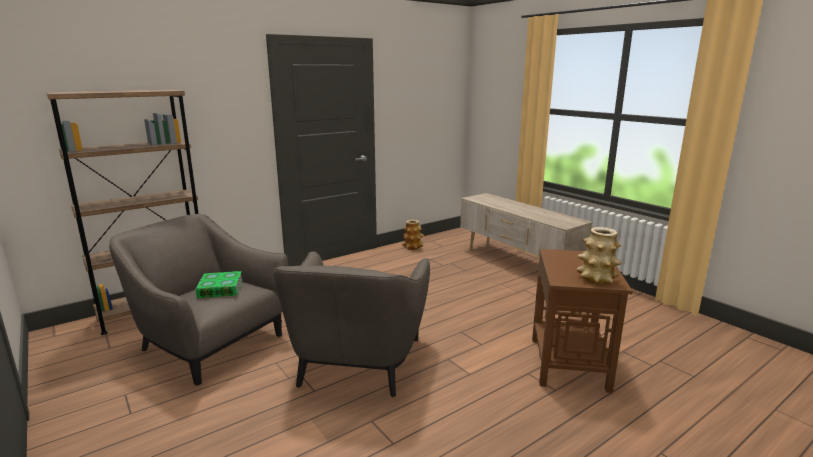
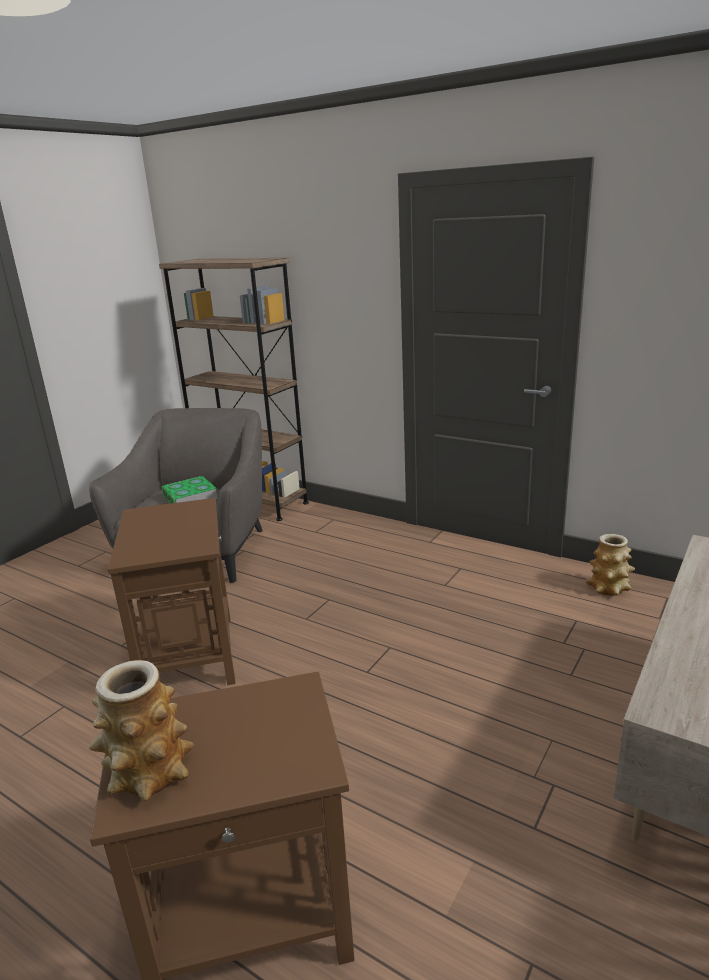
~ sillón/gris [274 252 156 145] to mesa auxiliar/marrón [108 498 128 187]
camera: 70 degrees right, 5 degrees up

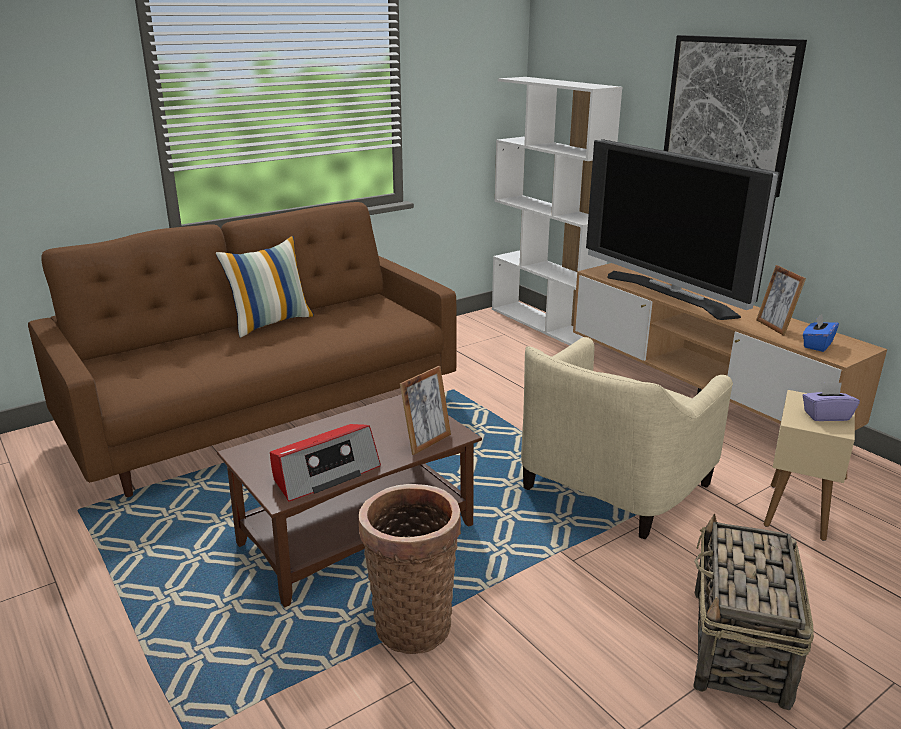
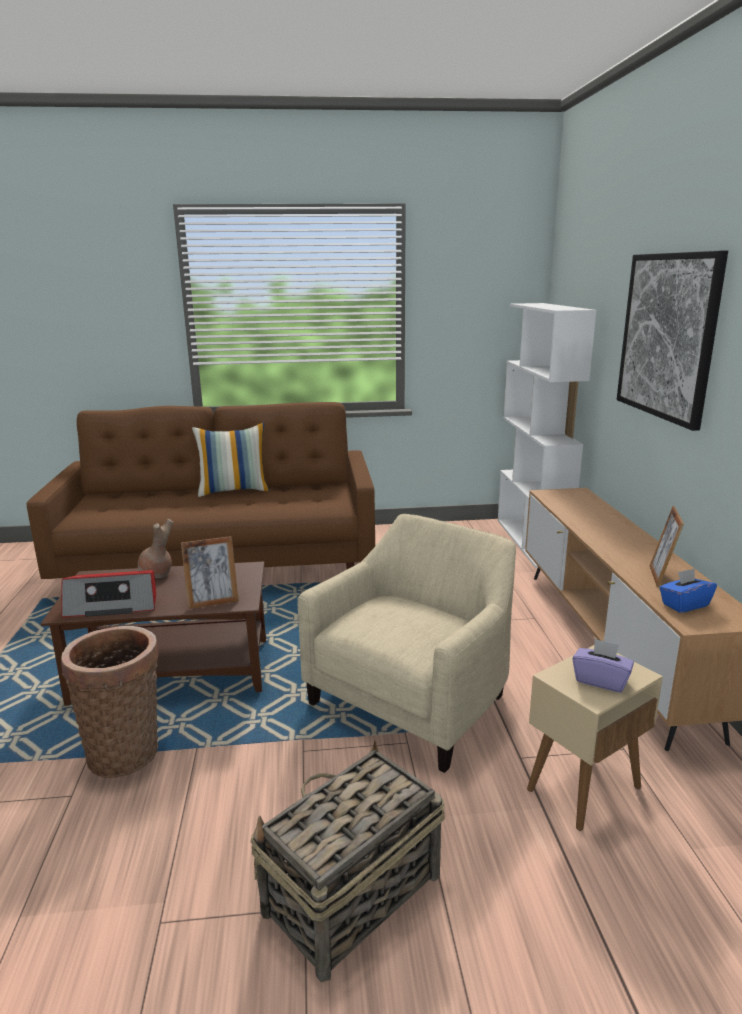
~ sillón/beis [521 337 212 202] = [297 514 219 259] 150 degrees clockwise
- televisor [586 139 194 181]
+ florero/marrón [138 519 35 59]
camera: 30 degrees right, 5 degrees down

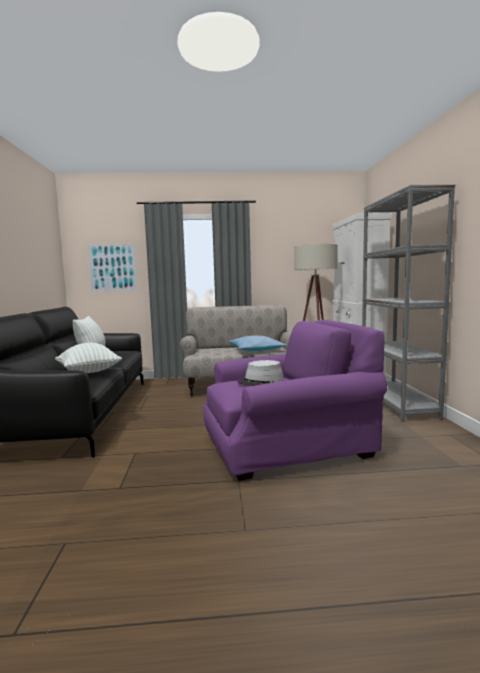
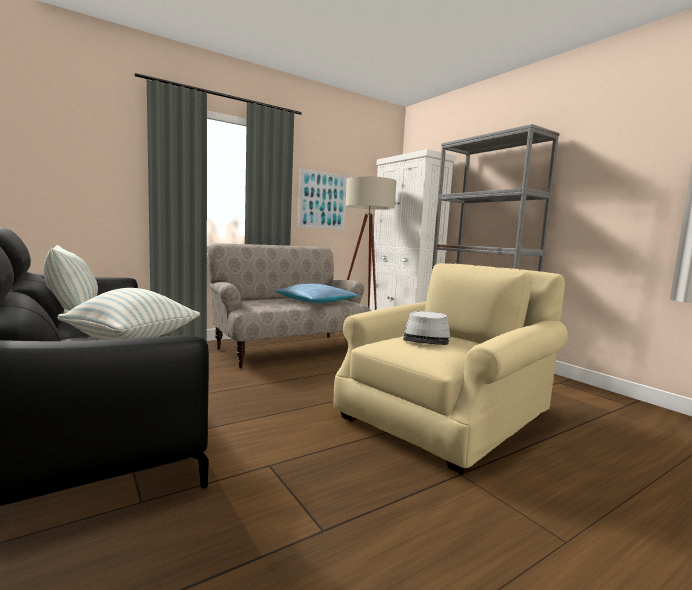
~ cuadro [87 243 51 49] to [298 169 50 61]
~ sillón/morado [203 320 184 161] to sillón/beis [334 263 234 212]
camera: 30 degrees left, 0 degrees up

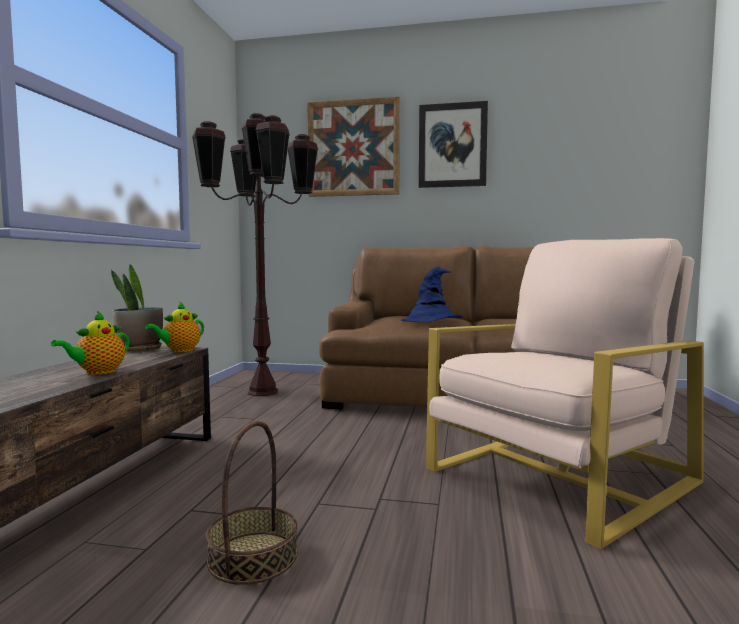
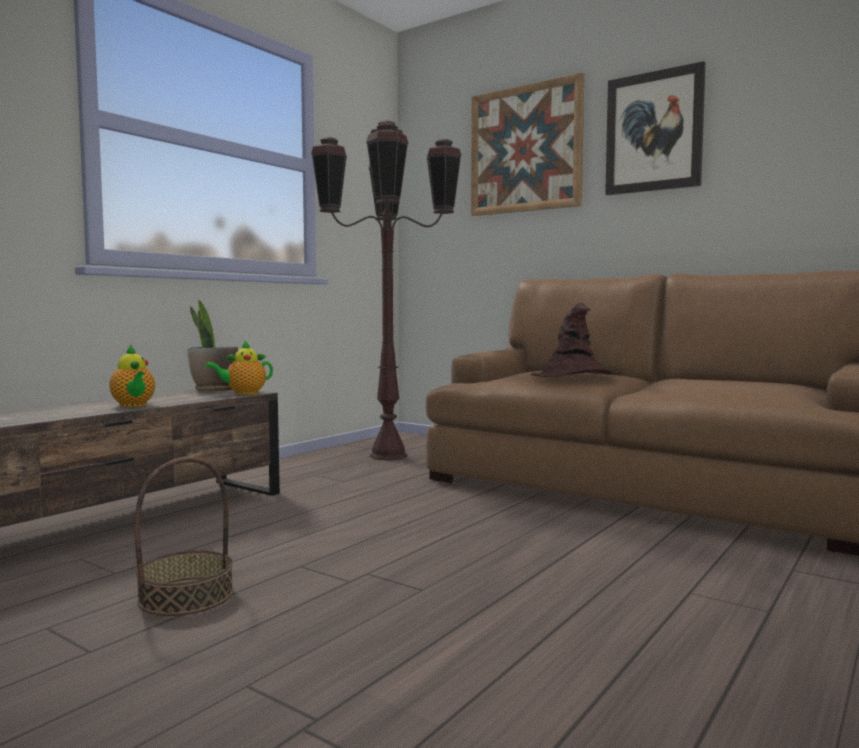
~ tetera [51 311 78 64] = [109 345 46 62] 90 degrees counterclockwise
~ sombrero/azul [401 266 62 56] to sombrero/marrón [530 303 87 74]
- sillón/beis [426 238 278 311]
camera: 25 degrees right, 0 degrees up

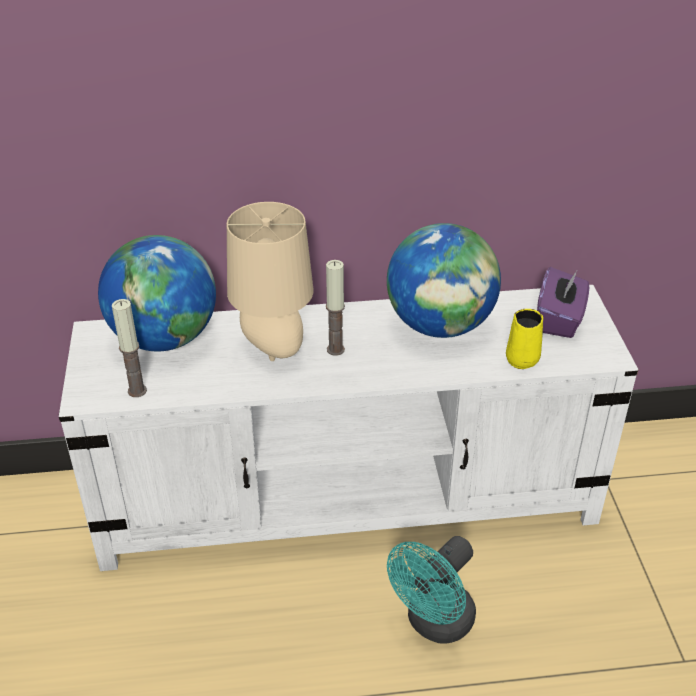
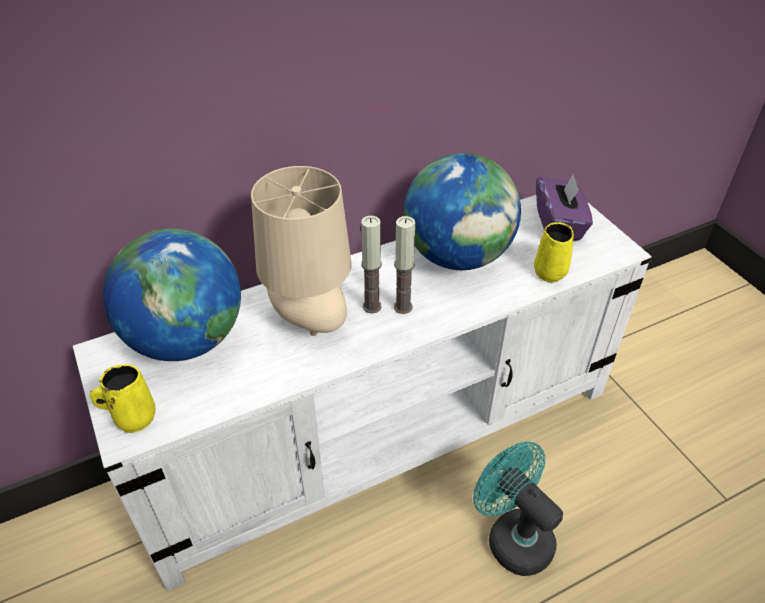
~ vela [112 299 35 98] to [394 216 21 98]
~ ventilador/turquesa [387 536 89 108] = [473 441 90 135] 120 degrees clockwise
+ taza grande/amarillo [90 364 65 69]
camera: 20 degrees left, 5 degrees up

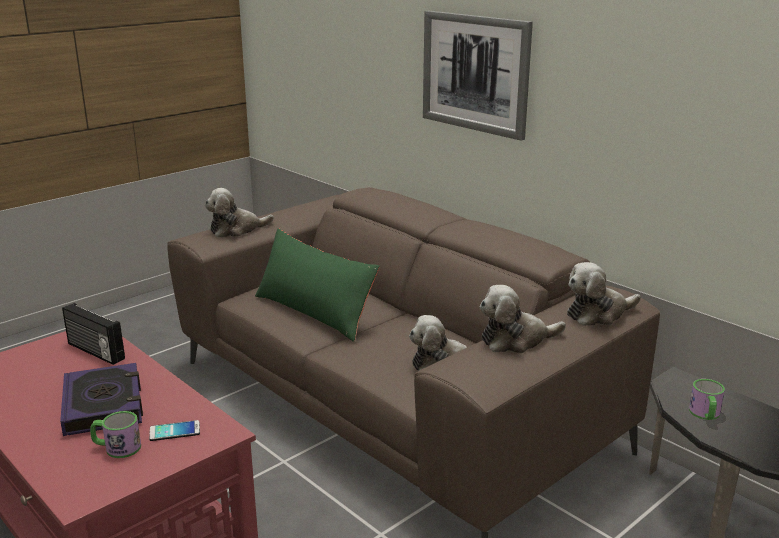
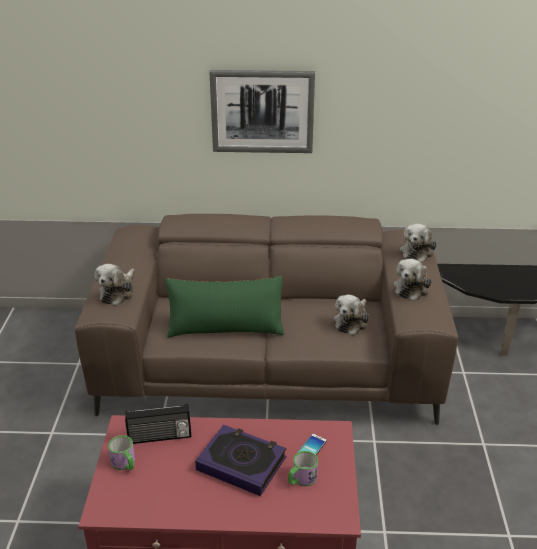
~ taza grande [689 379 36 41] to [108 435 27 35]
camera: 45 degrees left, 10 degrees up

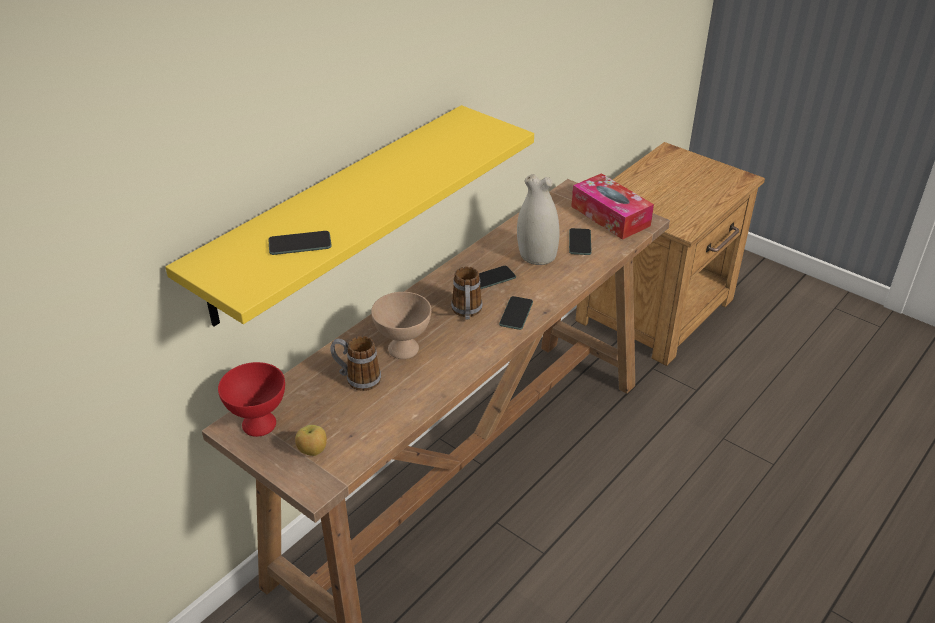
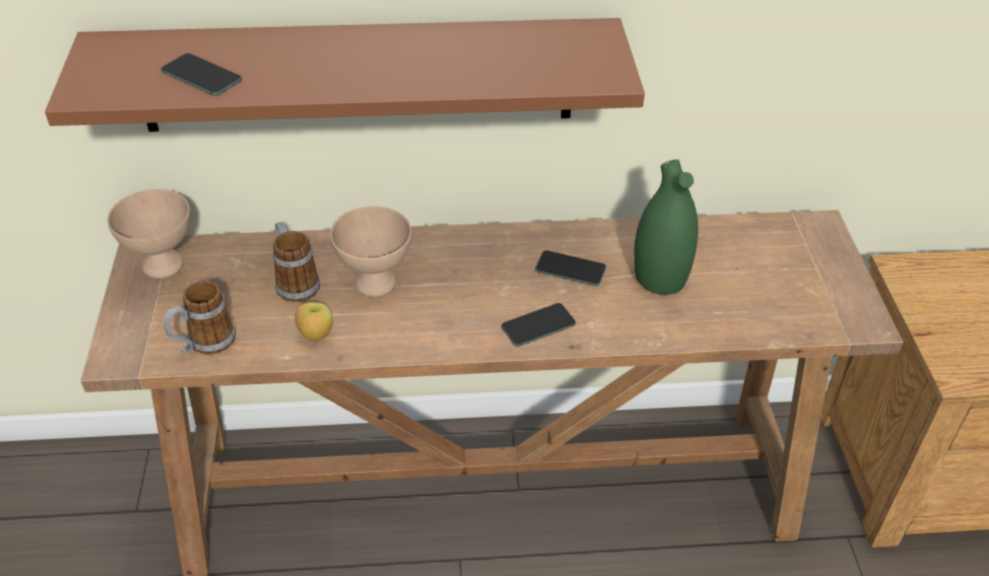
~ estante/amarillo [165 105 369 221] to estante/marrón [45 18 600 114]
~ cuenco/rojo [218 362 67 75] to cuenco/beis [107 189 83 90]
~ manzana [295 425 32 31] to [295 302 38 39]
~ taza grande [451 266 32 53] to [163 280 73 74]
~ florero/blanco [517 174 42 91] to florero/verde [634 160 64 135]
- móvil [569 228 22 27]
- caja de pañuelos [571 173 83 67]
camera: 45 degrees right, 5 degrees up

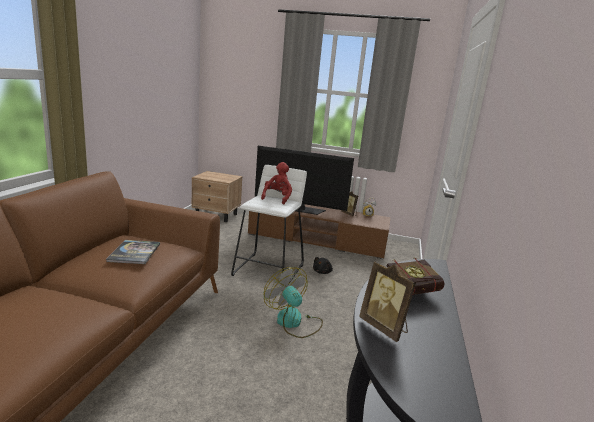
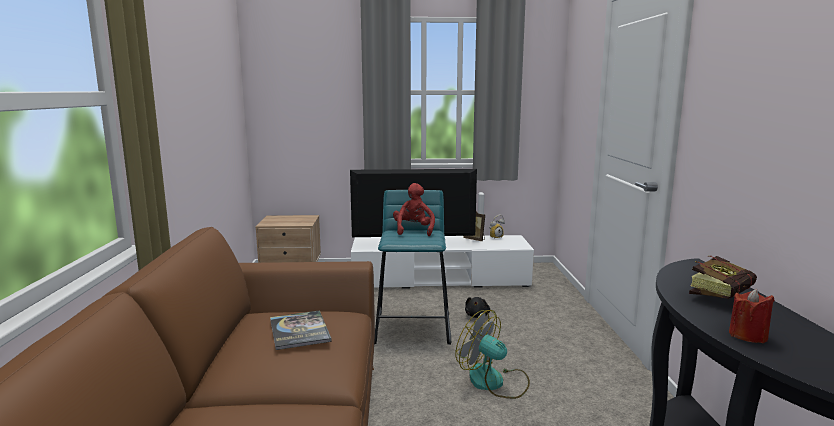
~ taburete/blanco [231 165 76 118] to taburete/turquesa [374 190 77 155]
~ mueble de televisión/marrón [248 204 143 55] to mueble de televisión/blanco [351 235 183 54]
~ portarretratos [359 261 57 81] to vela/rojo [729 289 46 54]
camera: 15 degrees left, 5 degrees down

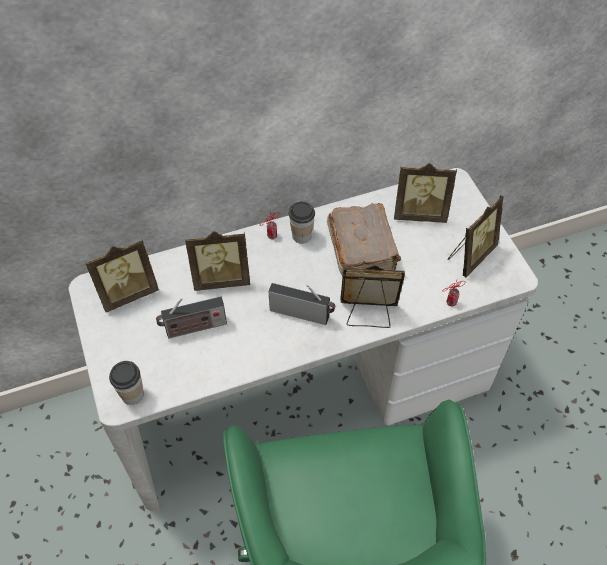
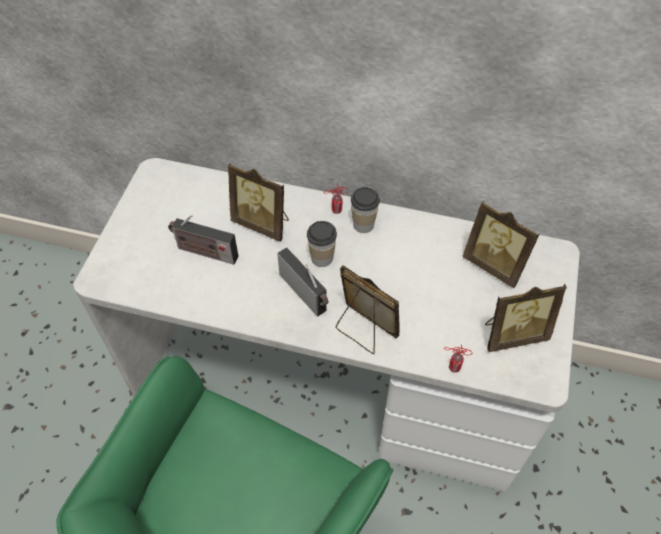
- portarretratos [85 240 74 72]
~ taza [109 361 35 44] to [307 221 30 46]
- libro/marrón [327 203 74 73]
camera: 35 degrees right, 0 degrees up

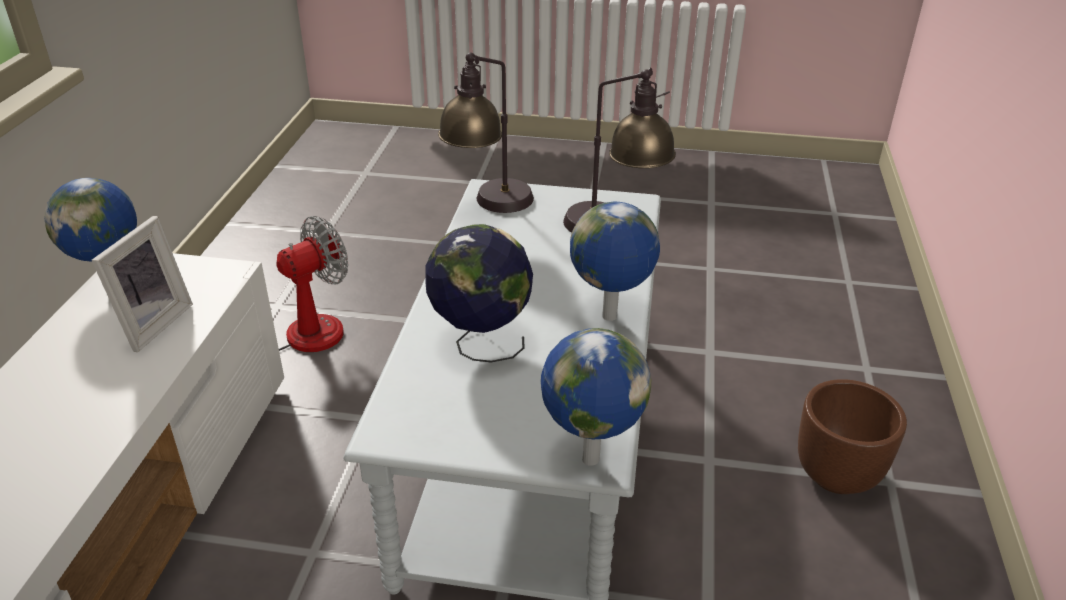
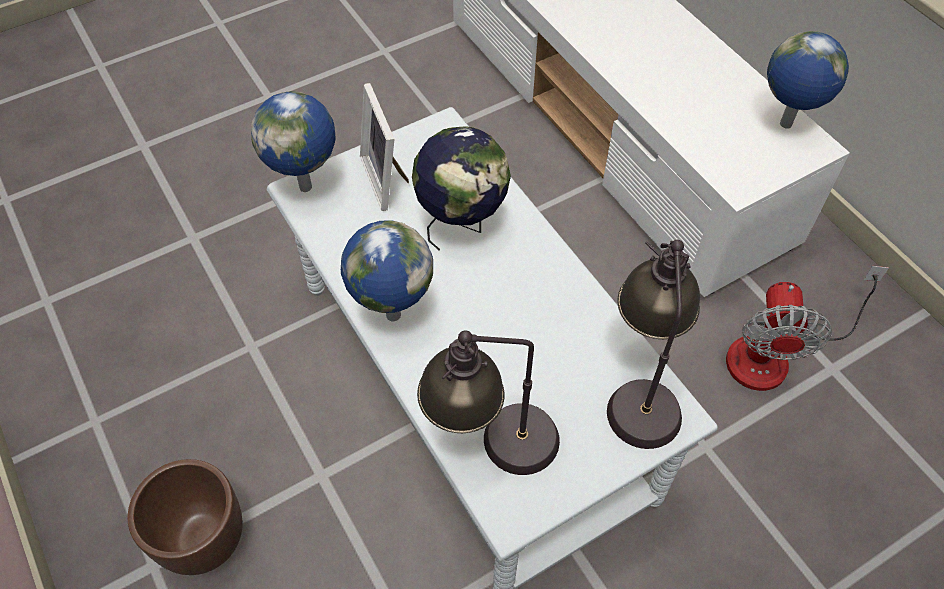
~ portarretratos [91 216 102 136] to [360 83 49 128]
camera: 140 degrees right, 20 degrees up

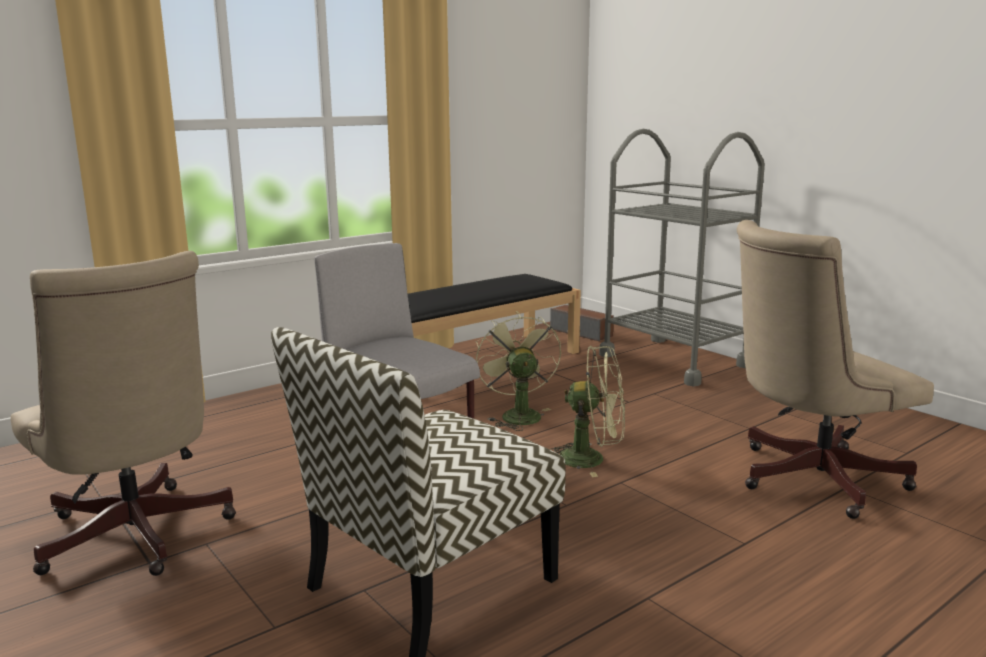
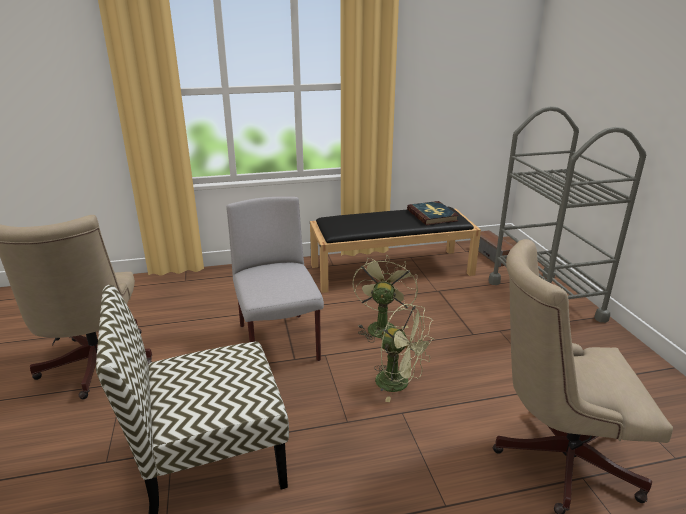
+ libro [407 201 52 24]
camera: 25 degrees right, 10 degrees up

